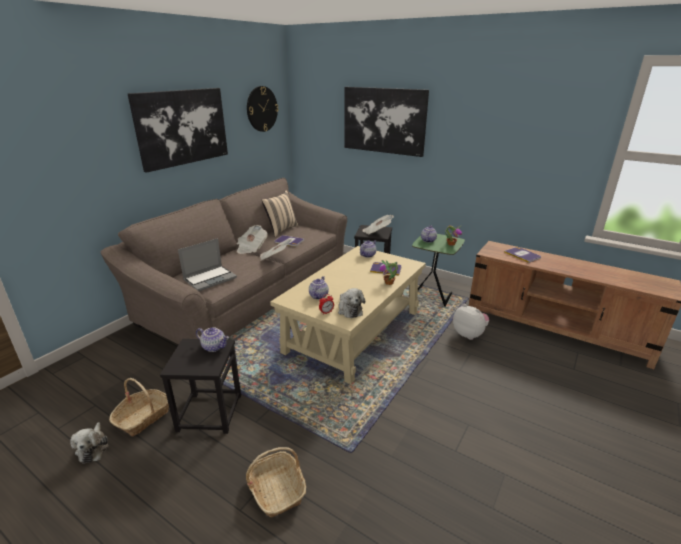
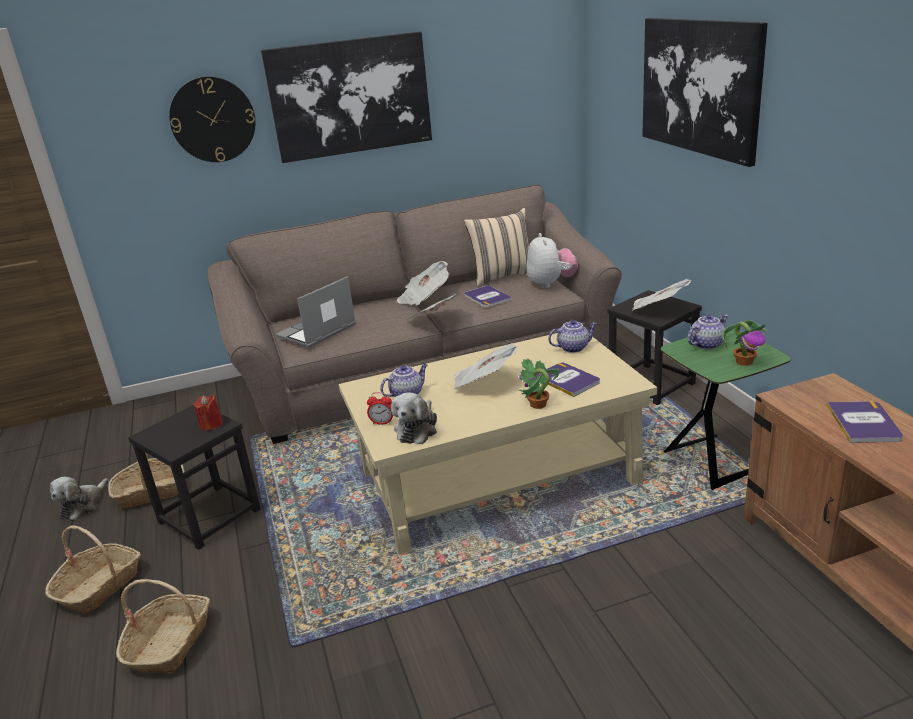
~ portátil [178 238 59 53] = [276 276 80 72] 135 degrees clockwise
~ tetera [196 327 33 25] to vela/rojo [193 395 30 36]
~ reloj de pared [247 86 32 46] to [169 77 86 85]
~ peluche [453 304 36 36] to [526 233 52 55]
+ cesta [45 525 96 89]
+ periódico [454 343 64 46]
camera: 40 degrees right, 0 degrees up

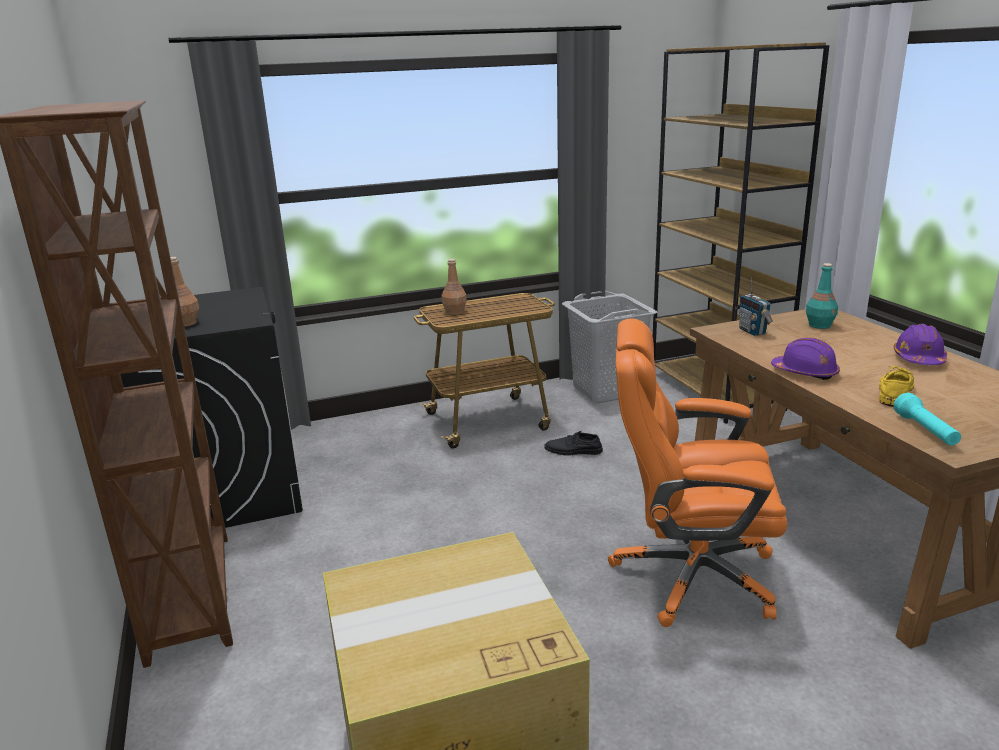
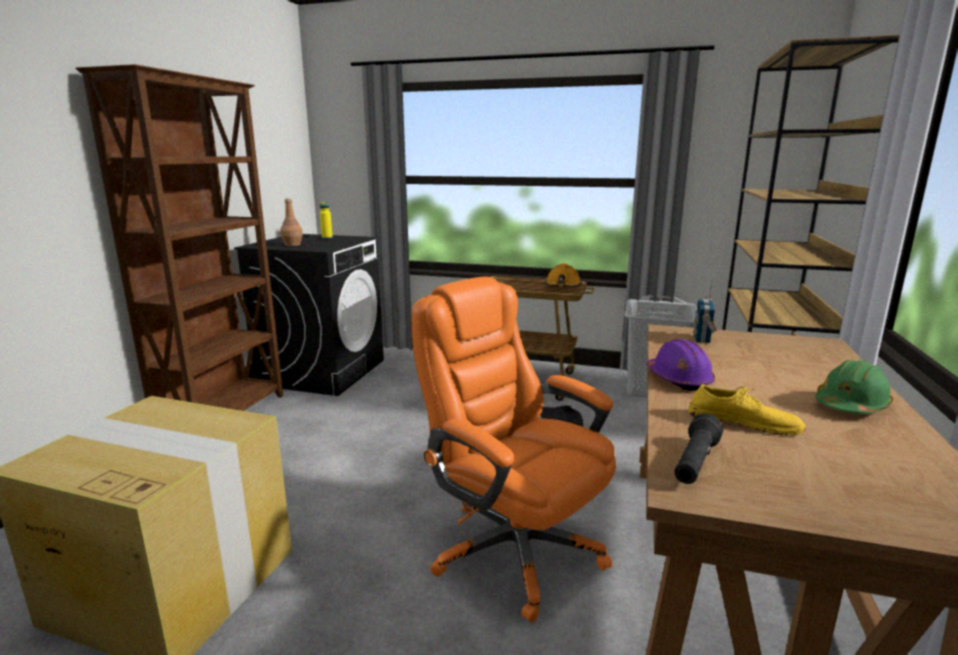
- botella/marrón [442 259 25 56]
- botella/turquesa [806 263 32 66]
~ zapato/amarillo [879 366 35 41] = [688 384 118 51] 45 degrees clockwise
~ casco/morado [893 324 54 41] to casco/verde [815 359 78 55]
~ linterna/turquesa [893 393 68 53] to linterna/negro [674 414 49 70]
+ botella/amarillo [320 202 13 37]
+ casco/naranja [545 263 37 24]
camera: 35 degrees right, 5 degrees down

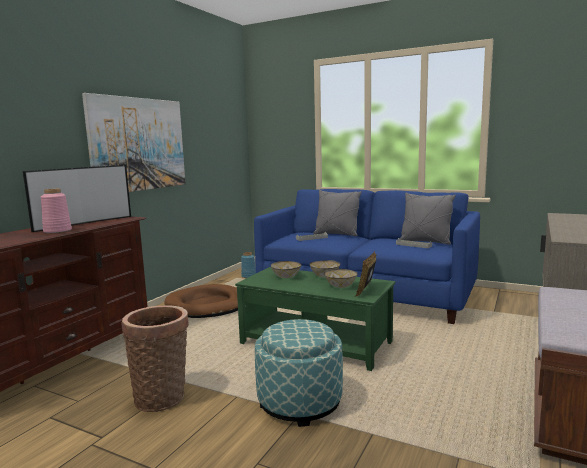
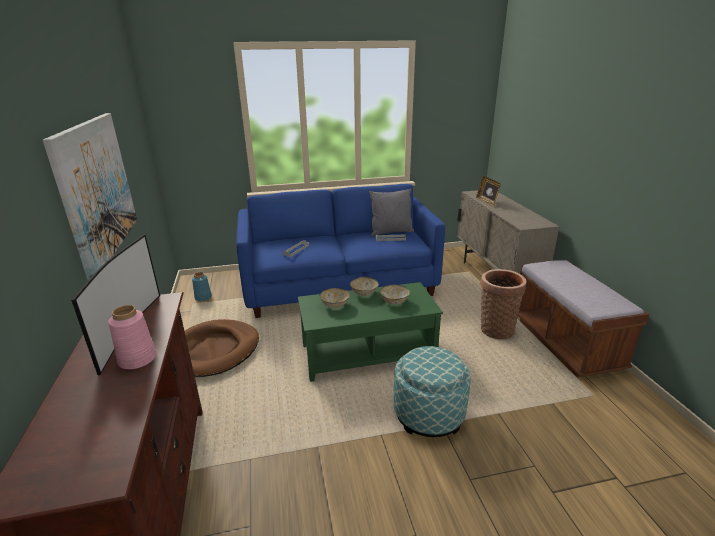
~ cesta [121 305 68 107] to [480 269 46 70]
- cojín/gris [313 190 49 46]
~ portarretratos [355 251 22 45] to [476 176 25 31]
camera: 40 degrees left, 15 degrees up

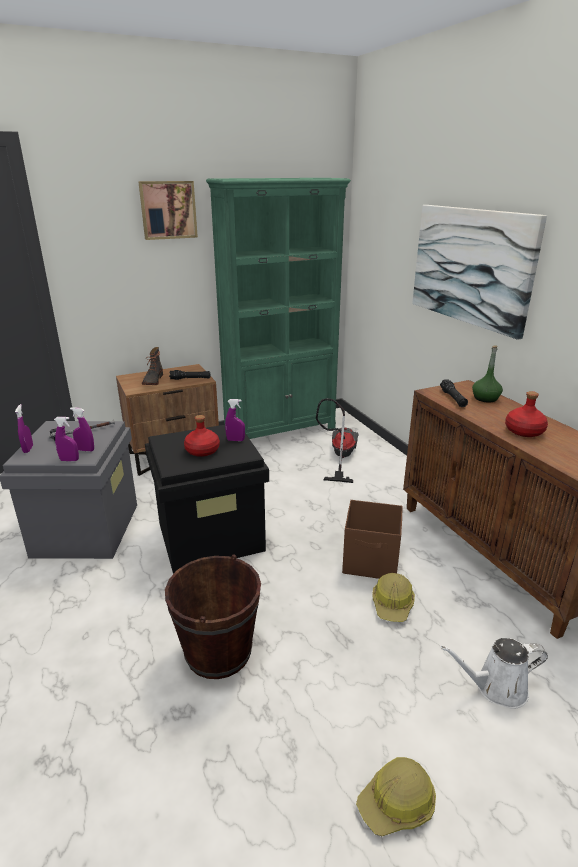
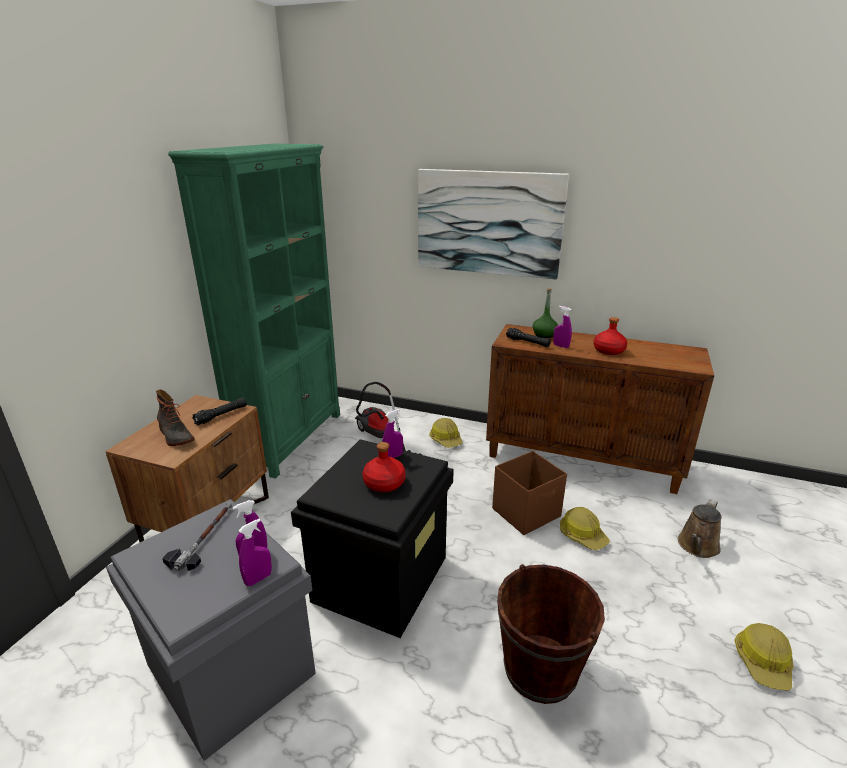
~ pulverizador/morado [15 404 18 49] to [553 306 19 42]
- cuadro [138 181 60 59]
~ regadera/blanco [441 638 107 71] to regadera/marrón [678 499 43 59]
+ casco [429 418 34 30]
camera: 45 degrees left, 0 degrees up

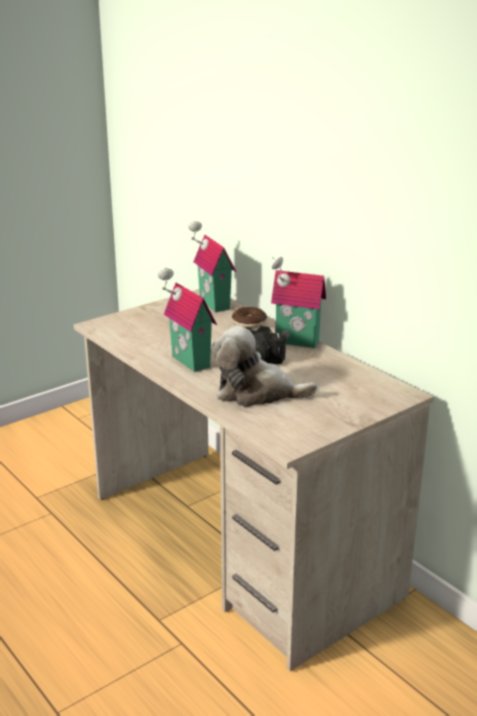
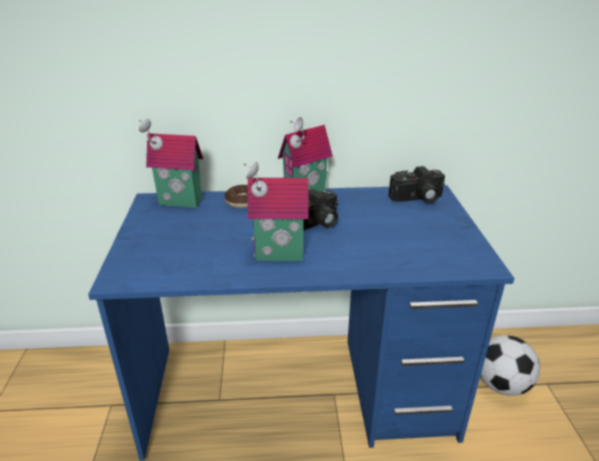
~ escritorio/beis [74 289 360 382] to escritorio/azul [88 185 426 275]
- peluche [212 325 105 82]
+ cámara [389 166 56 37]
+ balón de fútbol [480 335 60 61]
camera: 55 degrees left, 5 degrees up

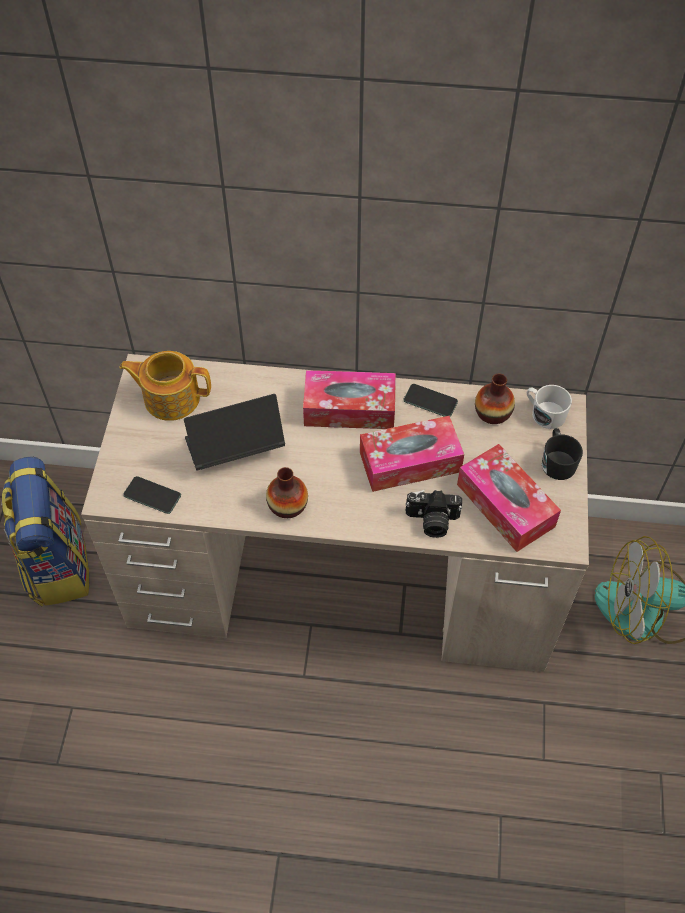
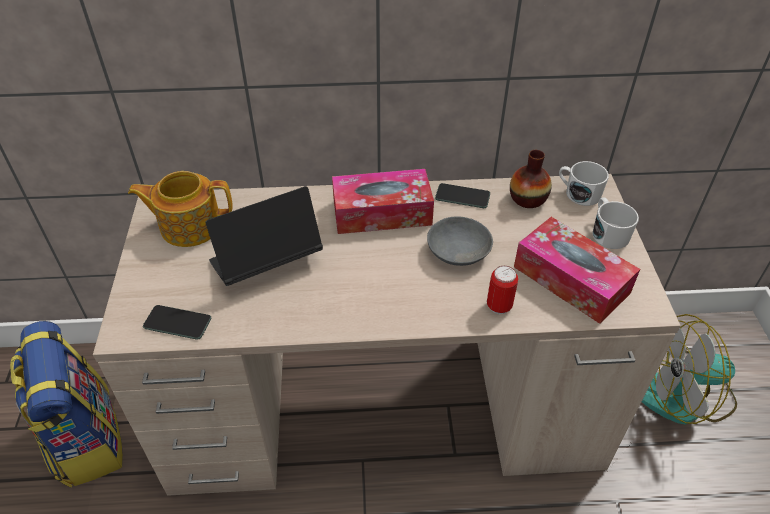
- florero [266 467 42 51]
~ caja de pañuelos [360 416 104 76] to cuenco/gris [427 216 66 50]
~ cámara [405 490 57 48] to lata [487 266 31 48]
~ taza grande/negro [542 428 41 52] to taza grande/blanco [592 197 47 52]
camera: 10 degrees left, 10 degrees down

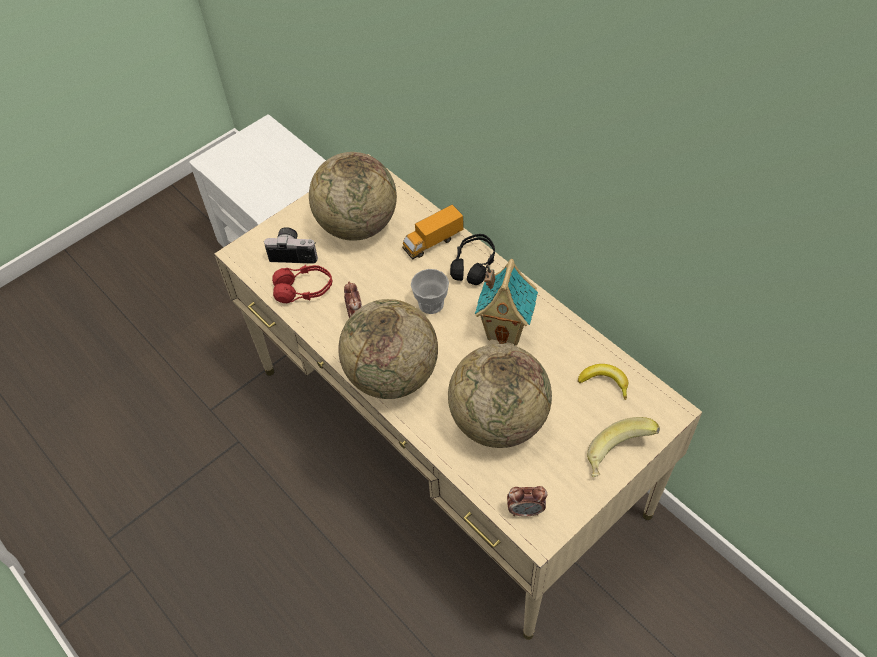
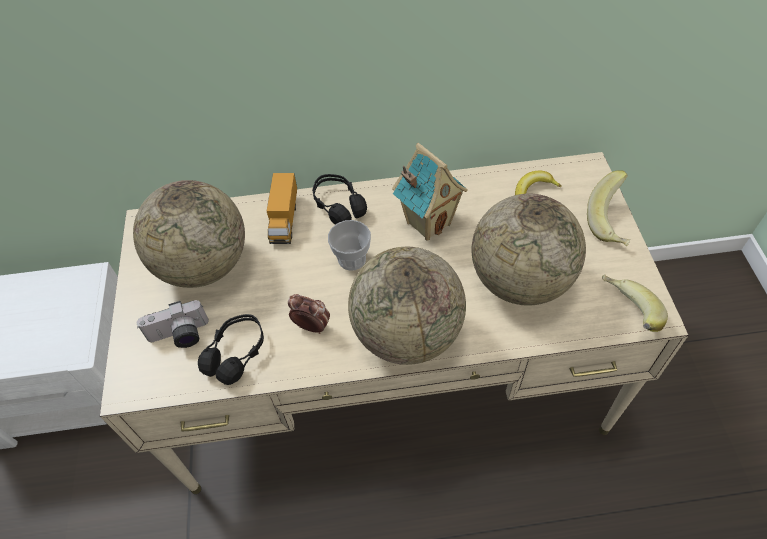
~ cámara [264 227 54 37] = [137 300 72 48] 150 degrees counterclockwise
~ auriculares/rojo [272 265 61 38] to auriculares/negro [198 314 66 71]
~ despertador [507 486 40 31] to plátano [602 274 66 58]
camera: 55 degrees left, 0 degrees up

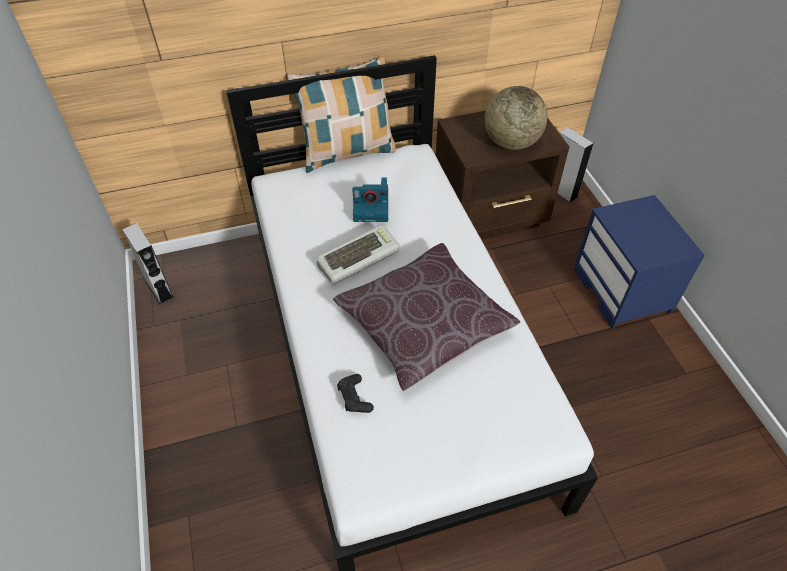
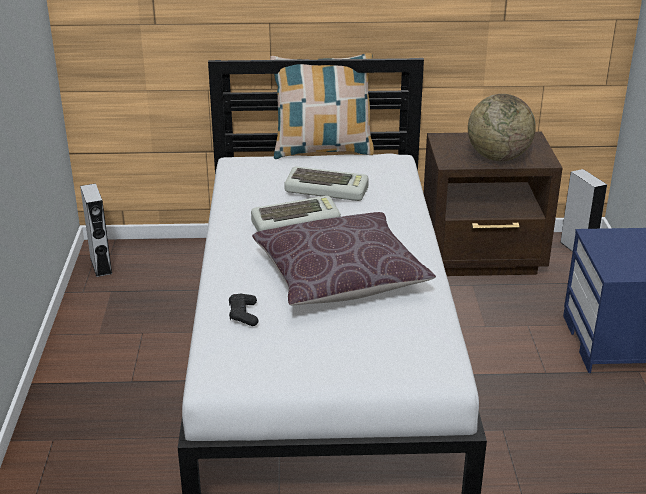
~ cámara [353 177 35 45] to teclado [284 166 85 35]
camera: 15 degrees right, 20 degrees down

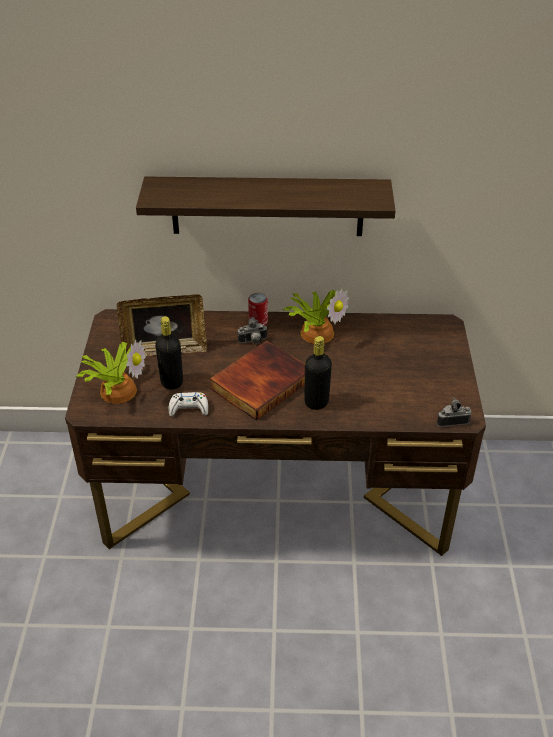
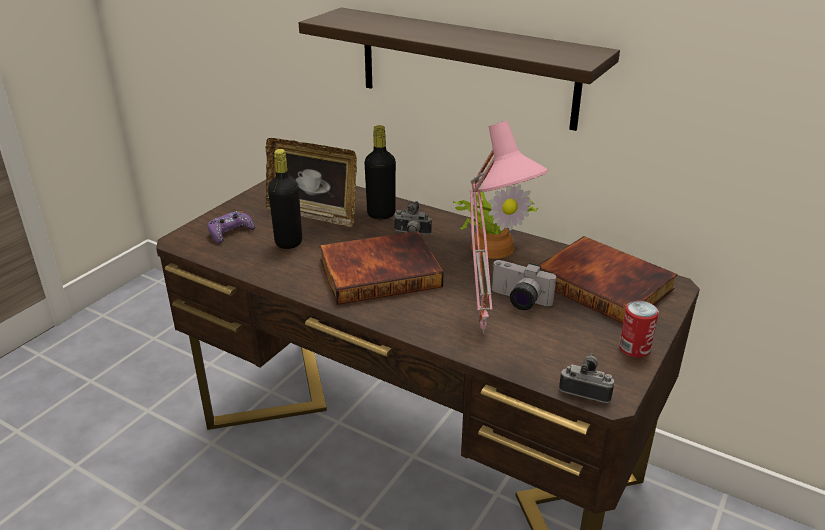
~ planta en maceta [76 340 70 64] to mando de consola/morado [207 211 48 32]
- mando de consola/blanco [169 392 39 25]
~ lata [248 293 20 33] to [619 301 40 57]
~ botella/negro [305 336 27 74] to [365 125 31 94]
+ lámpara de mesa/rosa [470 121 78 213]
+ cámara [492 260 64 50]
+ libro [539 236 138 87]
camera: 30 degrees right, 10 degrees down

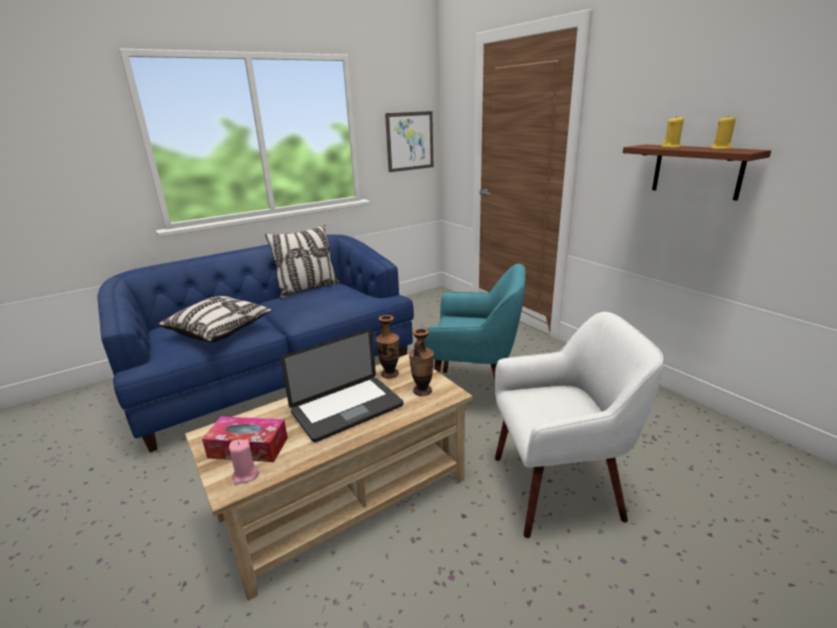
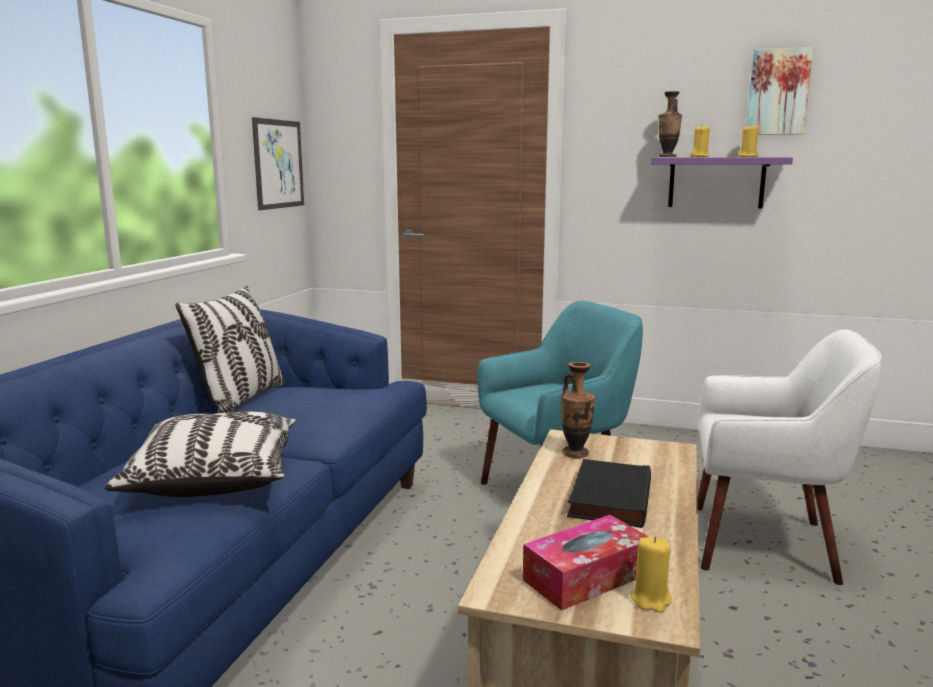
~ vela/rosa [229 439 30 46] to vela/amarillo [630 536 42 77]
~ portátil [281 329 123 113] to libro/negro [567 459 84 69]
~ florero [409 328 25 68] to [658 91 24 66]
~ sillón/blanco [495 312 169 226] = [697 329 184 256] 60 degrees clockwise
~ estante/marrón [623 144 148 57] to estante/morado [650 157 143 51]
+ cuadro [747 47 66 88]
camera: 40 degrees left, 10 degrees down

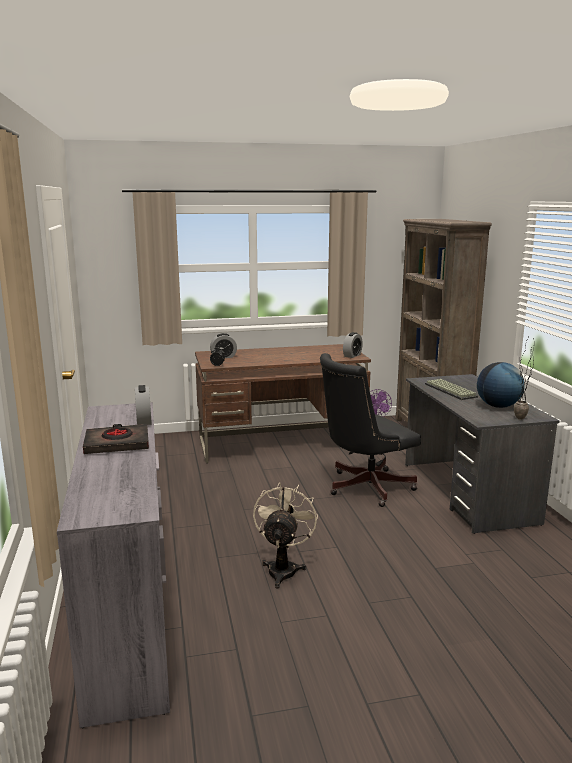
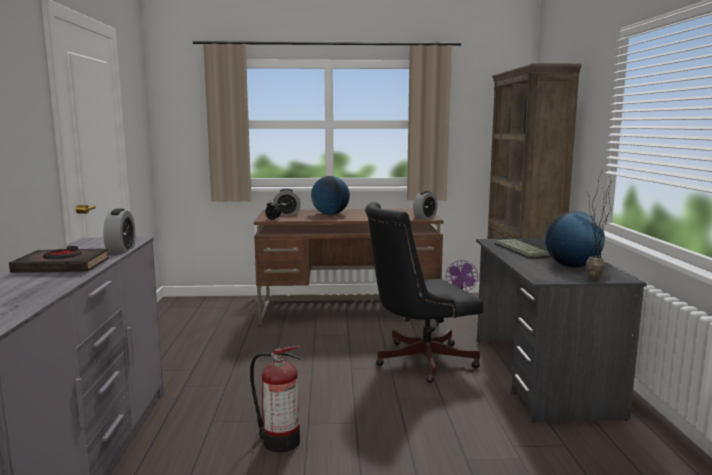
~ ventilador/beis [253 482 65 106] to extintor [250 346 52 106]
+ globo terráqueo [311 176 39 39]
camera: 10 degrees right, 5 degrees down

